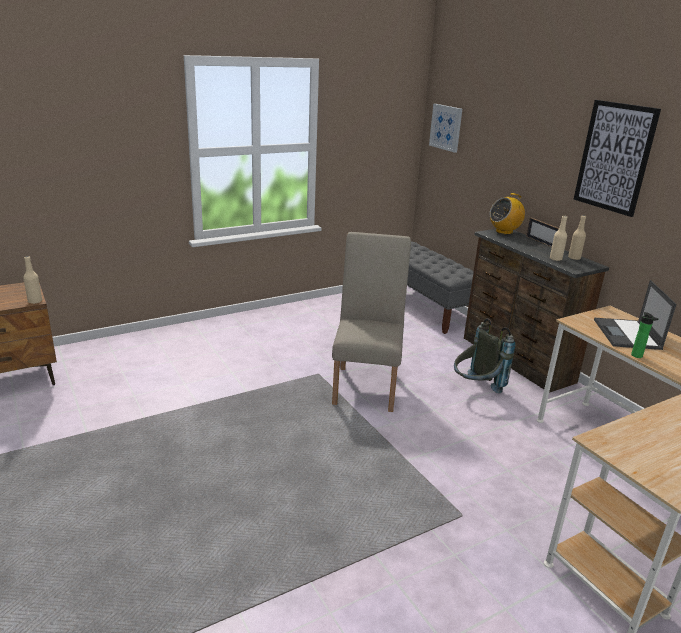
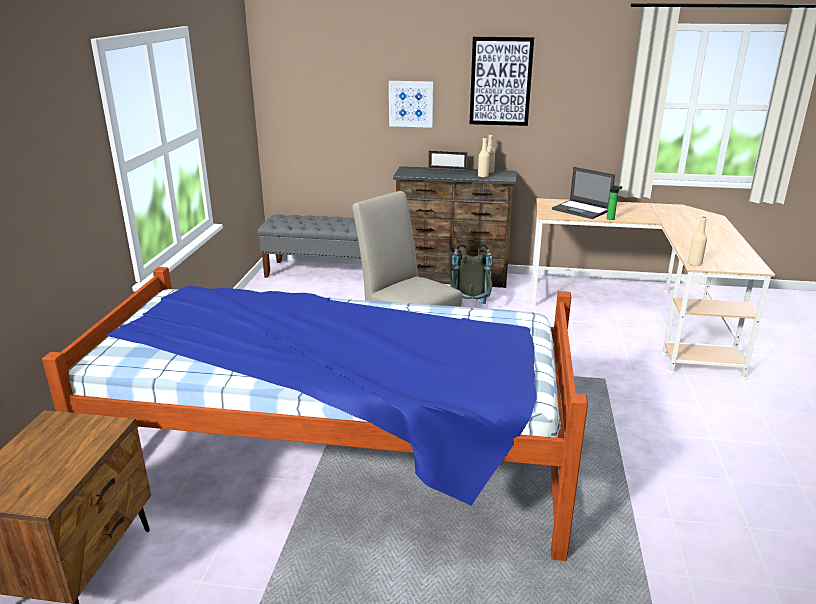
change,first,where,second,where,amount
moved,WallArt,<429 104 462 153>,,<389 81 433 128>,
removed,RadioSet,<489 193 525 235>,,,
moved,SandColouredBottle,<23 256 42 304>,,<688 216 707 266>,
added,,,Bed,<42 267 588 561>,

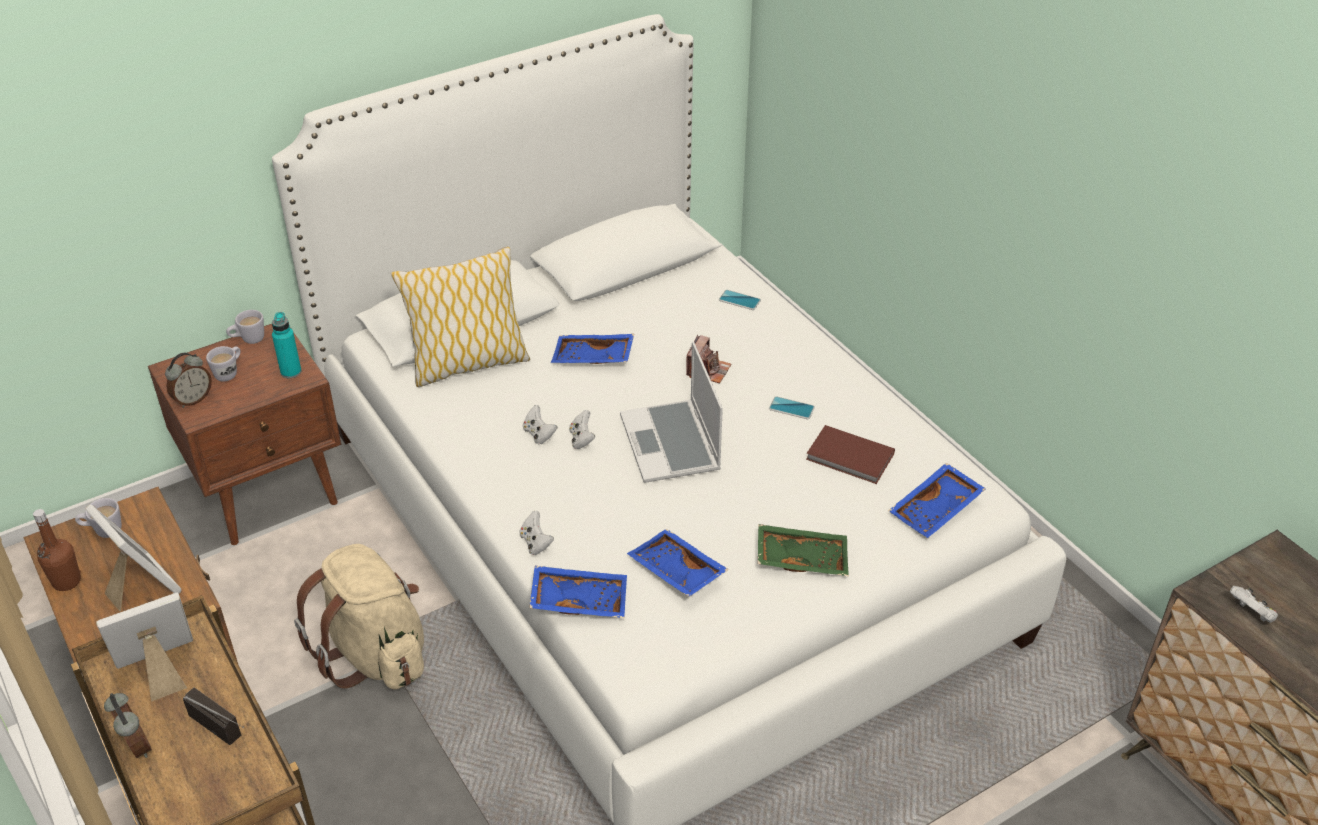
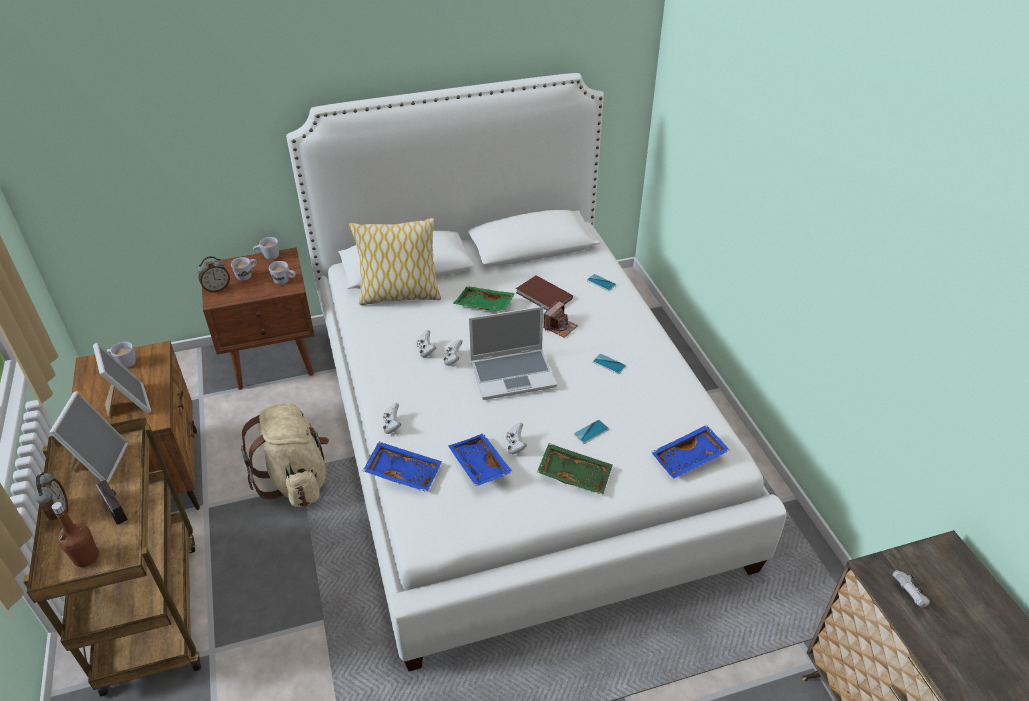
change,first,where,second,where,amount
replaced,TurquoiseBottle,<272 312 302 378>,WhiteColouredTeaMug,<269 261 296 285>,
recoloured,BluishServingTray,<551 334 634 364>,GreenishServingTray,<453 286 516 311>,
turned,NotebookComputer,<620 342 723 483>,,<469 306 557 400>,105 degrees counterclockwise
moved,BrownColouredVolume,<806 425 895 484>,,<516 275 573 310>,
moved,BrownColouredBottle,<33 509 81 591>,,<52 502 99 567>,
turned,PictureFrame,<96 593 193 702>,,<49 391 129 483>,105 degrees clockwise
added,,,Telephone,<574 420 609 444>,
added,,,WhiteColouredGamepad,<506 422 527 454>,

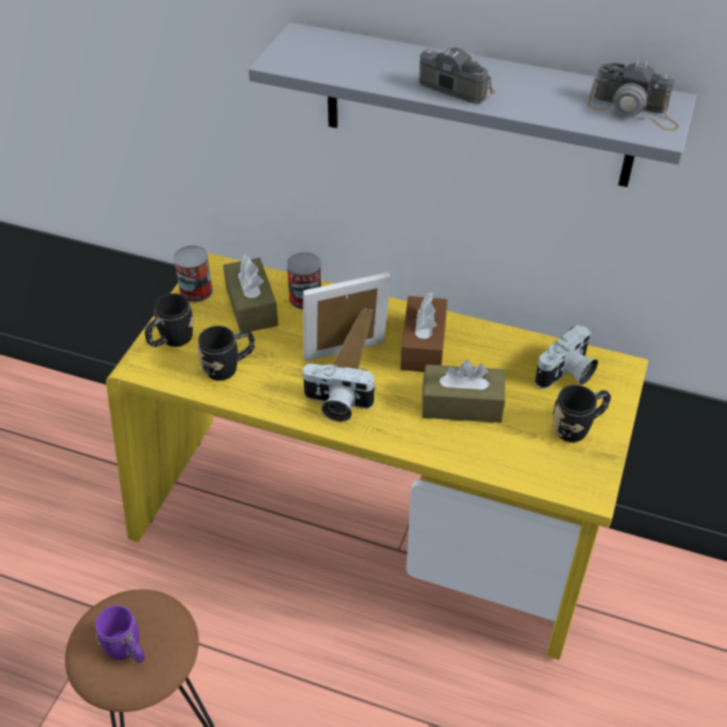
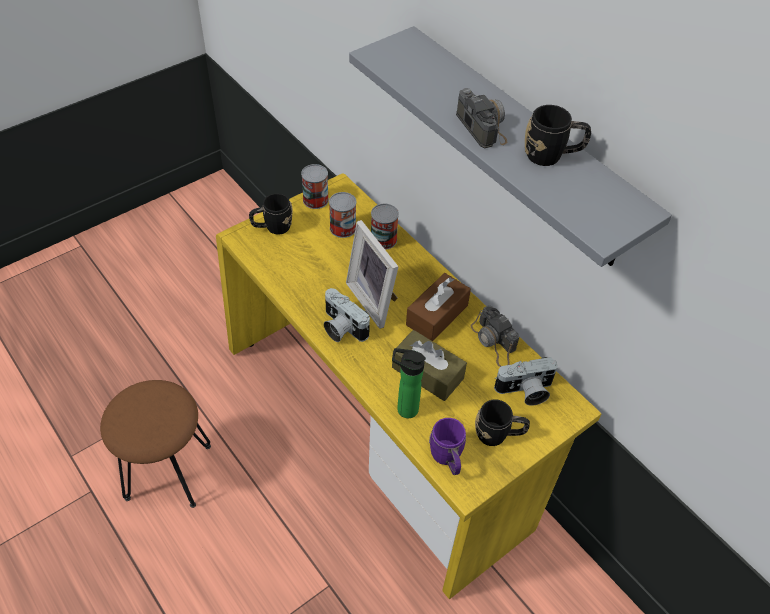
change,first,where,second,where,amount
moved,StillCamera,<587 60 679 131>,,<471 305 519 367>,
replaced,BrownColouredBoxOfTissues,<223 254 278 332>,MetalCan,<329 192 356 238>,
turned,PictureFrame,<303 272 391 369>,,<346 220 399 329>,135 degrees counterclockwise
moved,BlackTeaMug,<197 326 255 381>,,<525 105 591 166>,
moved,PurpleTeaMug,<95 605 145 663>,,<429 418 466 475>,
added,,,Bottle,<392 348 426 418>,

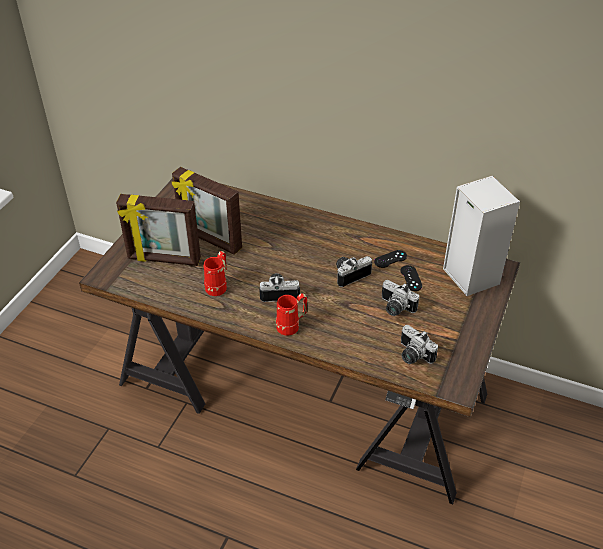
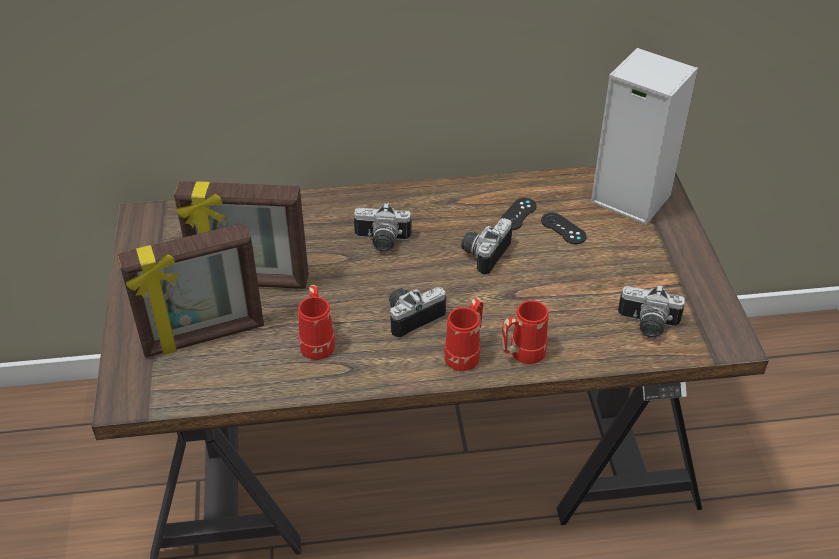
change,first,where,second,where,amount
moved,StillCamera,<382 280 419 316>,,<354 202 411 252>,
added,,,ReddishTeaMug,<501 300 549 364>,

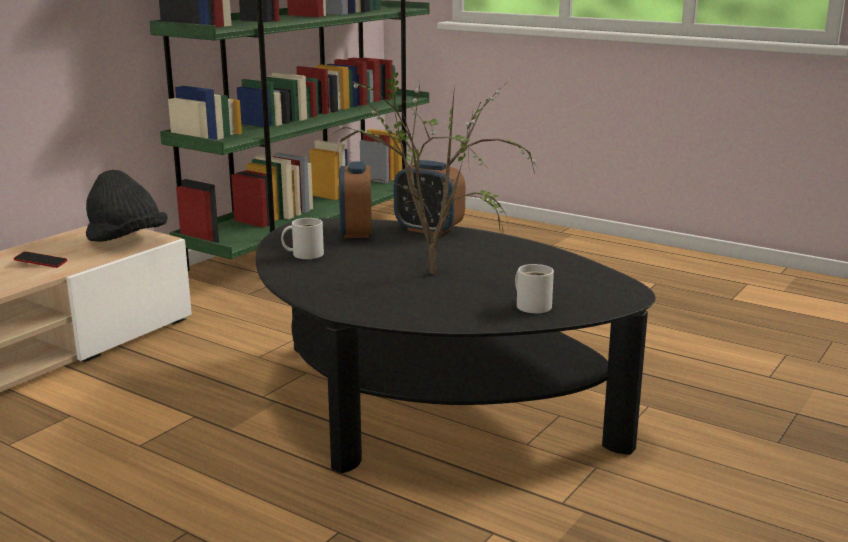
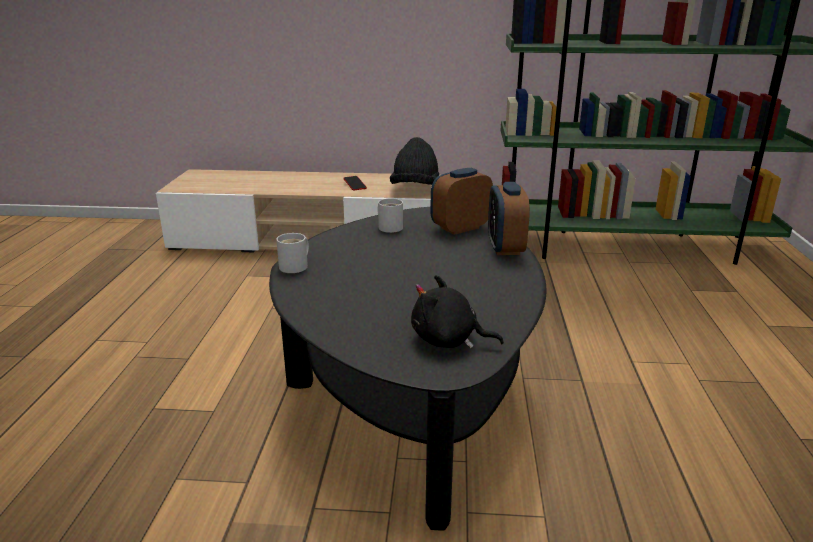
change,first,where,second,where,amount
removed,Houseplant,<332 60 536 275>,,,
moved,WhiteColouredTeaMug,<515 264 554 313>,,<276 233 309 273>,
added,,,BlackPlushToy,<411 275 504 349>,

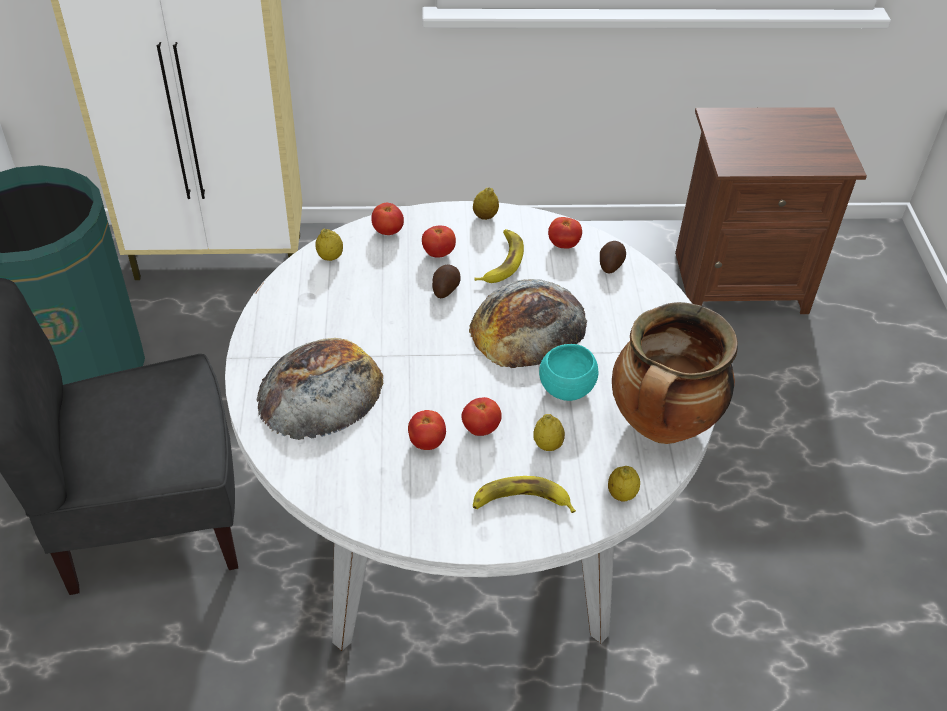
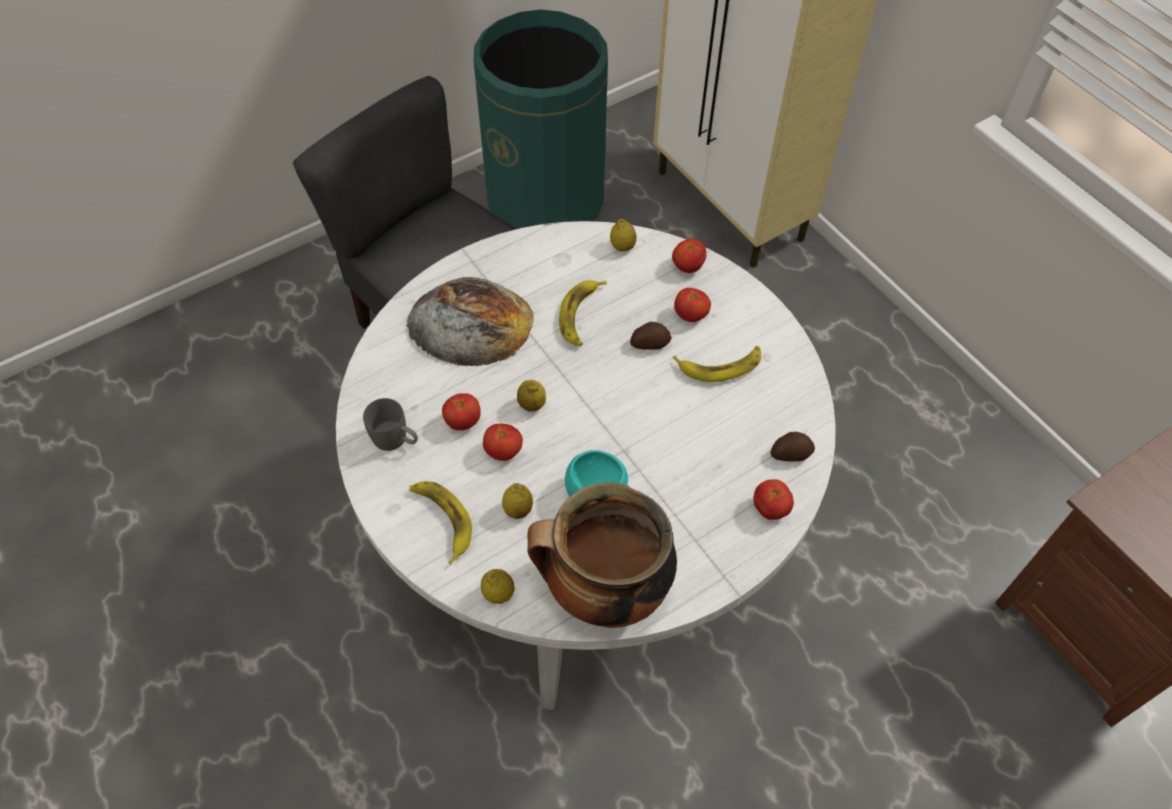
change,first,where,second,where,amount
moved,Lemon,<473 187 499 220>,,<517 380 546 411>,
moved,FreshTomato,<548 217 582 248>,,<753 479 794 520>,
removed,Bread,<469 279 587 368>,,,
added,,,BananaFruit,<559 280 607 347>,
added,,,GreyTeaMug,<363 398 418 451>,

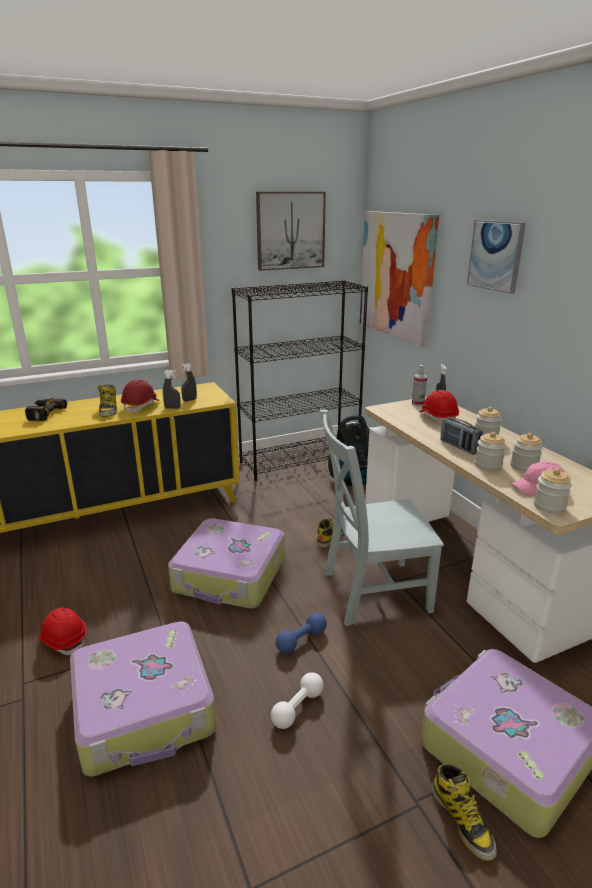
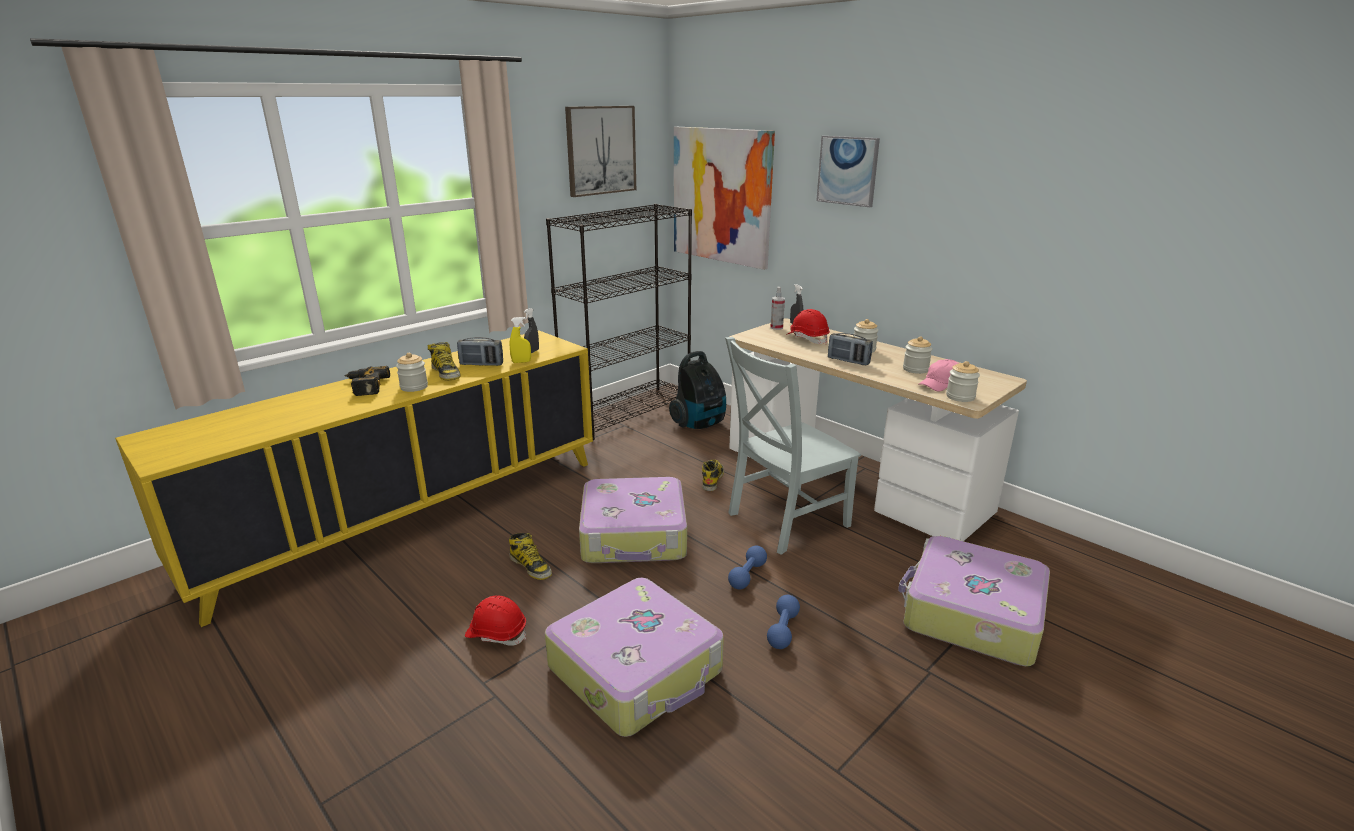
change,first,where,second,where,amount
recoloured,GreyHandSprayer,<163 370 181 409>,YellowColouredHandSprayer,<510 317 531 363>,
replaced,ReddishWorkHelmet,<121 379 160 414>,RadioSet,<457 337 503 366>,
moved,Jar,<475 432 506 471>,,<396 353 428 392>,
recoloured,WhiteColouredDumbbell,<271 672 324 729>,BluishDumbbell,<767 595 800 649>,
moved,Boot,<431 764 497 861>,,<509 533 552 580>,

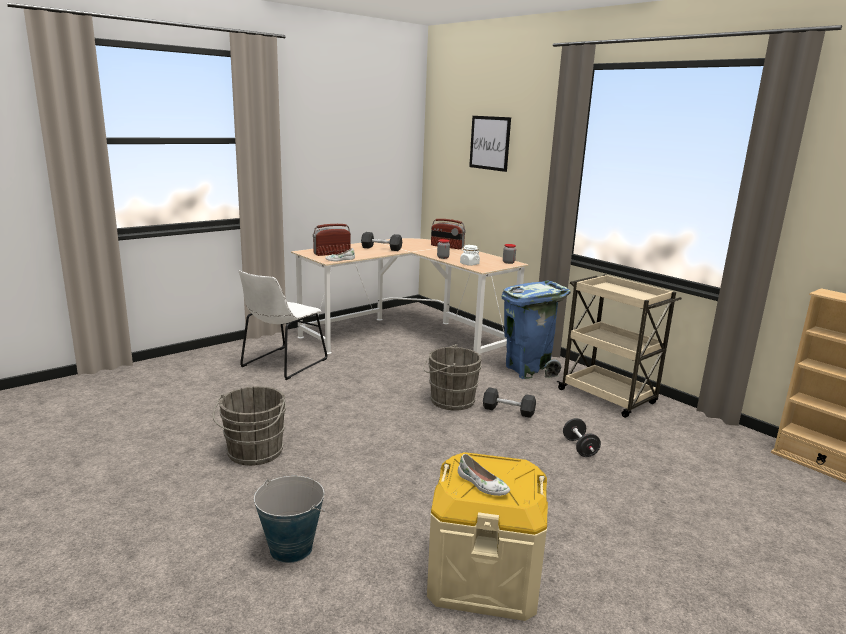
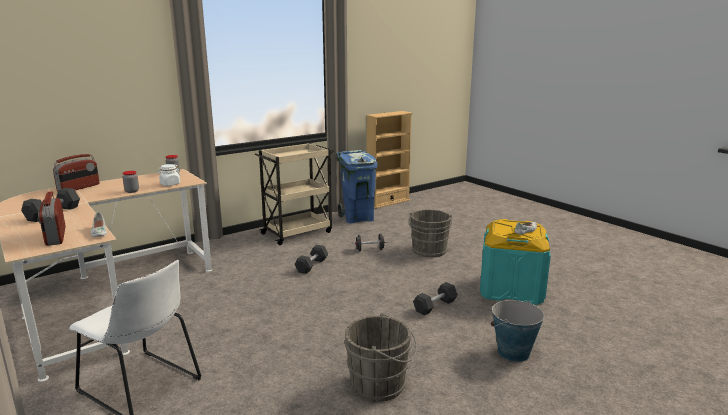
change,first,where,second,where,amount
removed,WallArt,<469 116 511 172>,,,
moved,BluishWasteBin,<502 280 571 379>,,<336 150 378 224>,
moved,GreyPail,<423 344 482 411>,,<409 210 453 258>,
recoloured,SandColouredStorageBin,<427 452 548 621>,TurquoiseStorageBin,<480 219 551 305>,
added,,,BlackDumbbell,<413 282 458 315>,

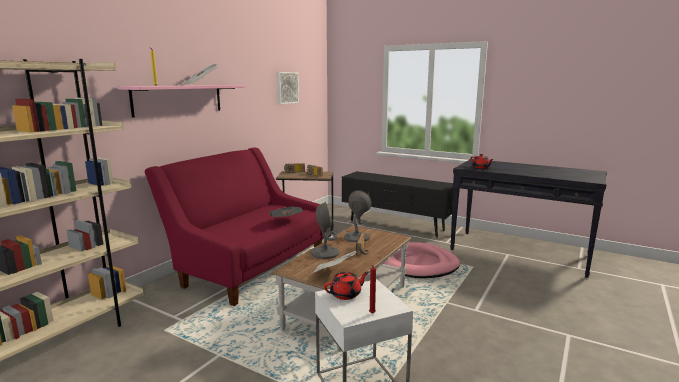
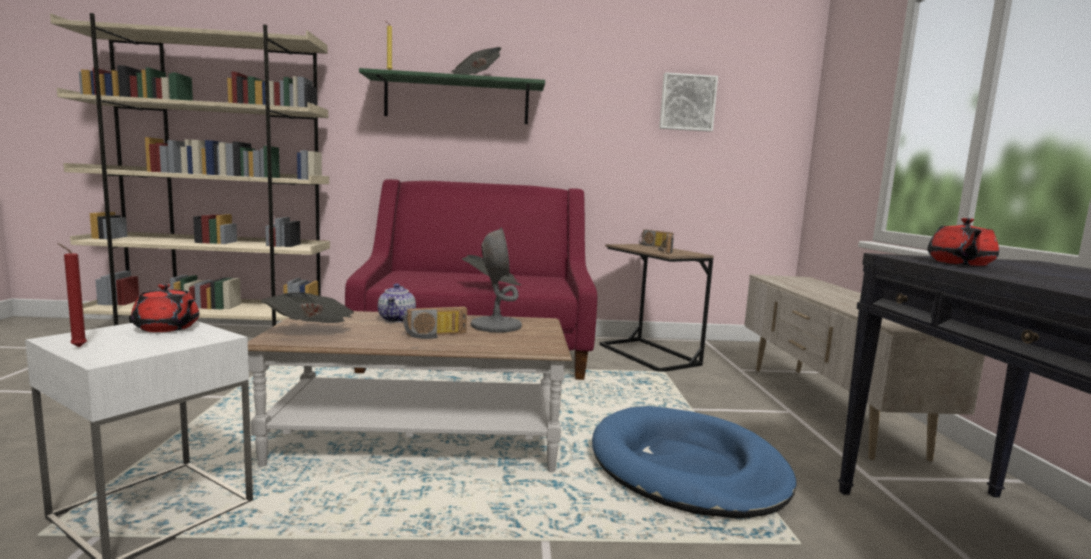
change,first,where,second,where,amount
recoloured,PinkColouredWallShelf,<117 85 246 117>,GreenishWallShelf,<359 68 545 124>,
recoloured,BlackTvUnit,<342 171 453 237>,SandColouredTvUnit,<744 275 985 461>,
replaced,GreyTableLamp,<311 202 339 259>,PotForTea,<378 284 416 323>,
recoloured,PinkColouredPetBed,<384 242 460 278>,BluishPetBed,<592 406 797 518>,

